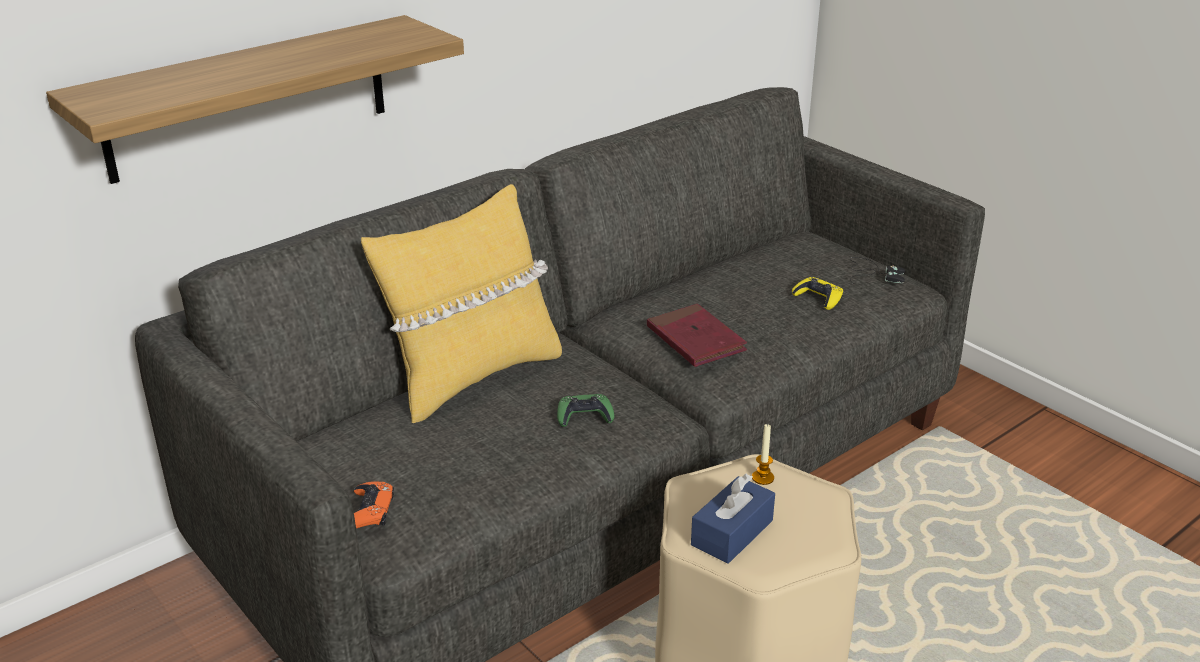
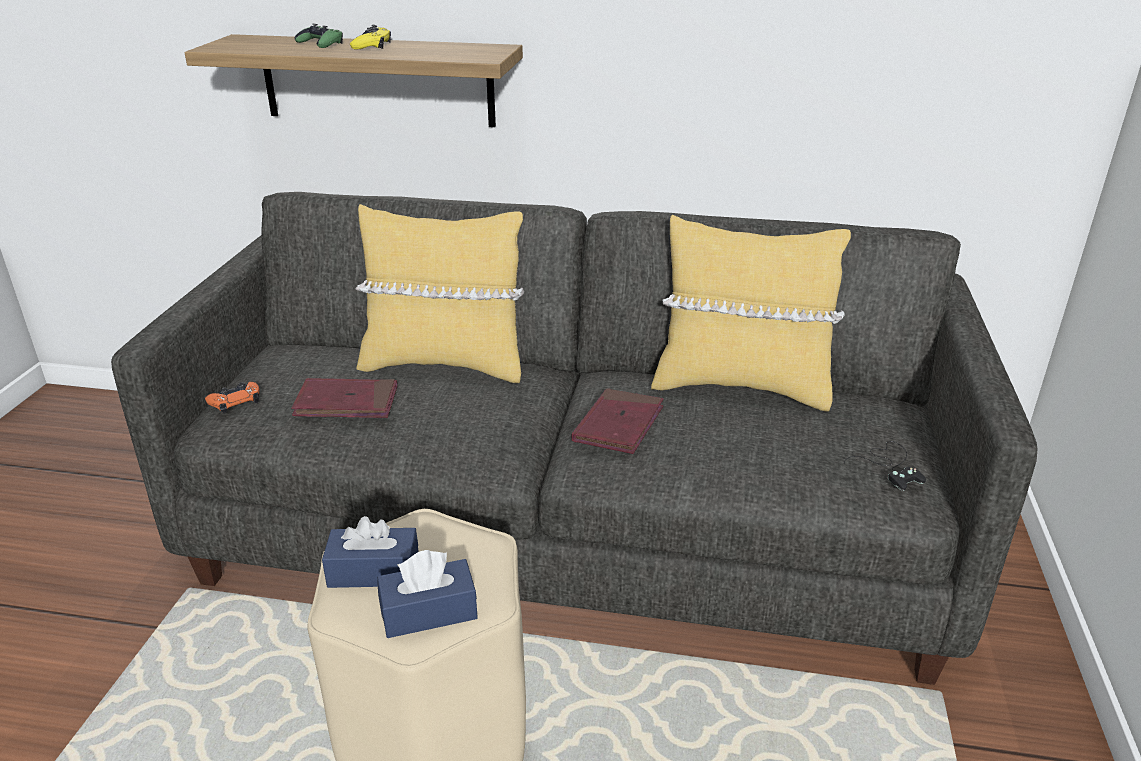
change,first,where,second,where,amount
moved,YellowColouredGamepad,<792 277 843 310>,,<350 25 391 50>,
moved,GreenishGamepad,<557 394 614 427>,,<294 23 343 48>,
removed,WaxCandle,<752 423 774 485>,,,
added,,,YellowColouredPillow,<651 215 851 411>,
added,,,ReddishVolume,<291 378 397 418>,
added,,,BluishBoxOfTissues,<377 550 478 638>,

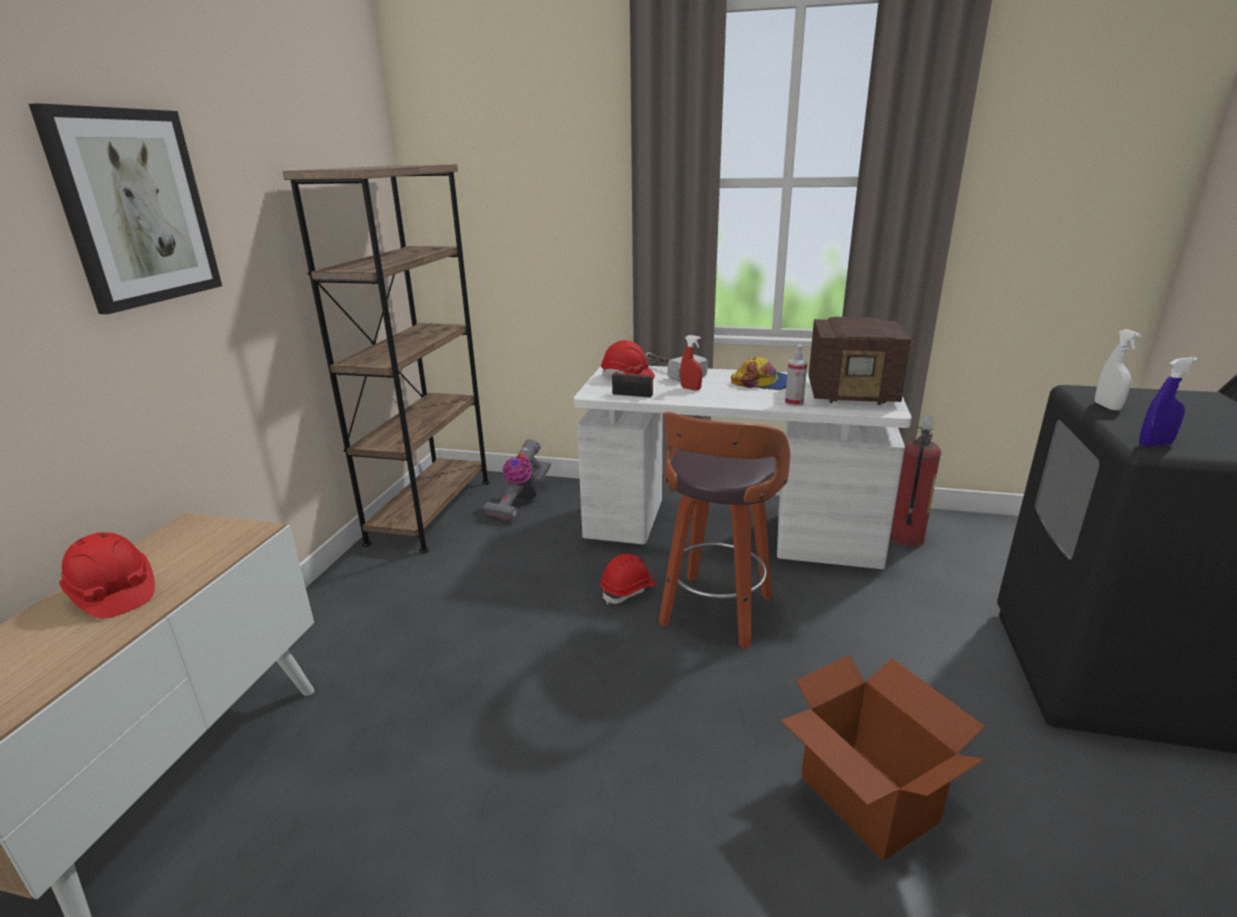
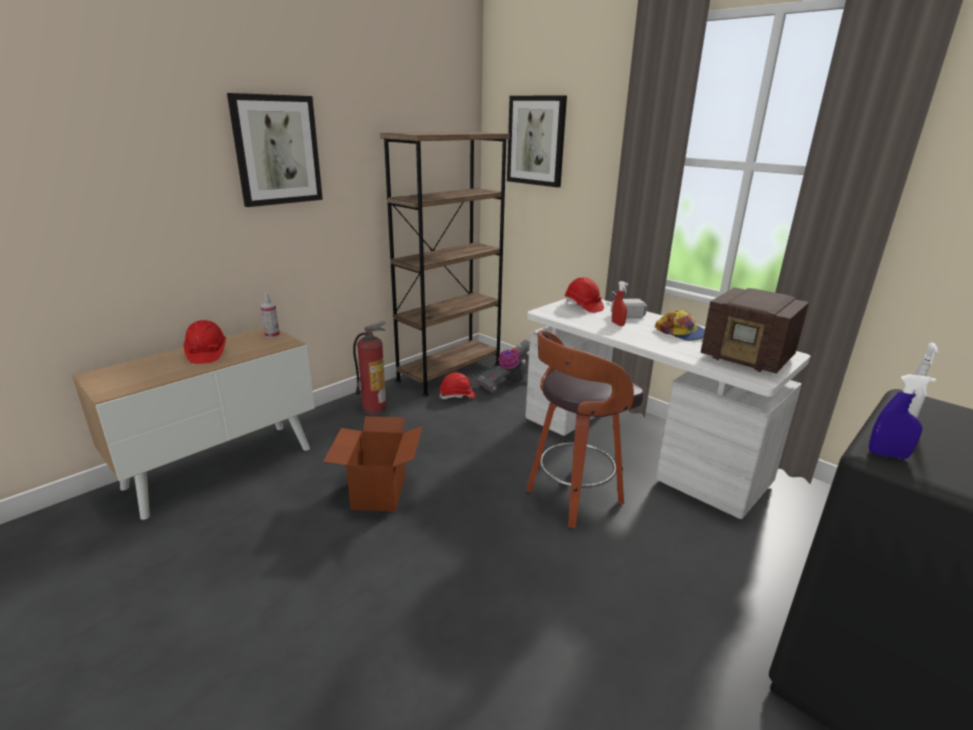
change,first,where,second,where,amount
moved,HandSprayer,<785 344 808 406>,,<260 292 280 338>,
removed,RadioSet,<612 361 657 397>,,,
moved,FireExtinguisher,<890 416 941 548>,,<353 321 387 414>,
moved,ReddishWorkHelmet,<600 554 657 604>,,<439 372 476 399>,
moved,CardboardBox,<781 655 985 861>,,<323 416 423 512>,
added,,,WallArt,<507 95 567 188>,

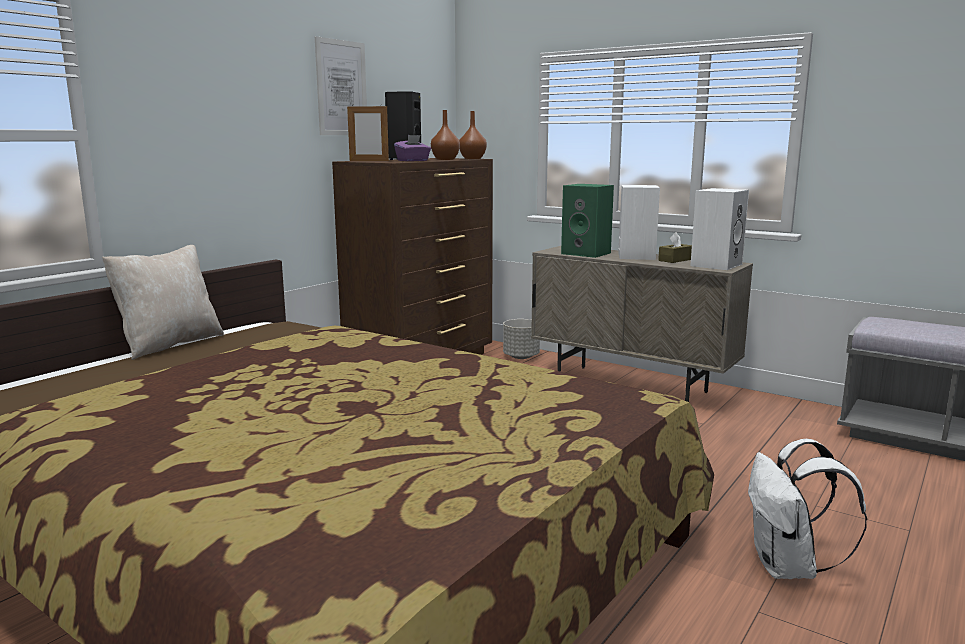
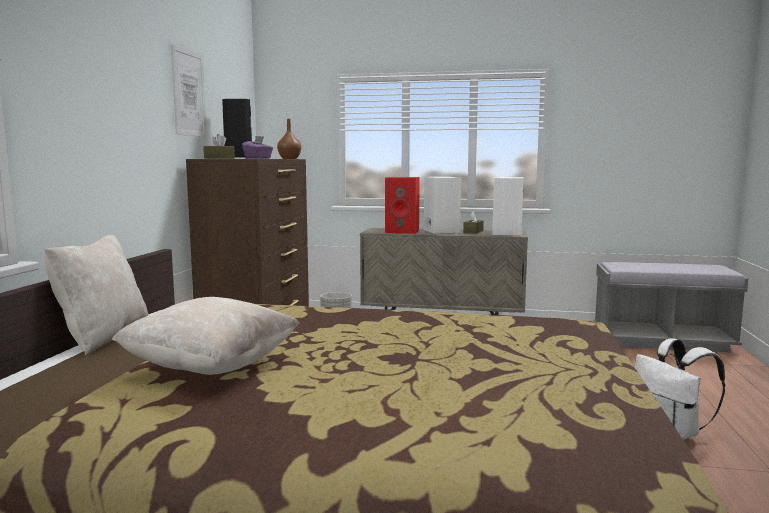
change,first,where,second,where,amount
replaced,PictureFrame,<347 104 389 161>,BrownColouredBoxOfTissues,<204 134 235 159>,
removed,BrownColouredVase,<431 110 460 160>,,,
recoloured,GreenishAudioSpeaker,<561 184 614 258>,ReddishAudioSpeaker,<385 177 420 234>,
added,,,SandColouredPillow,<112 297 300 375>,

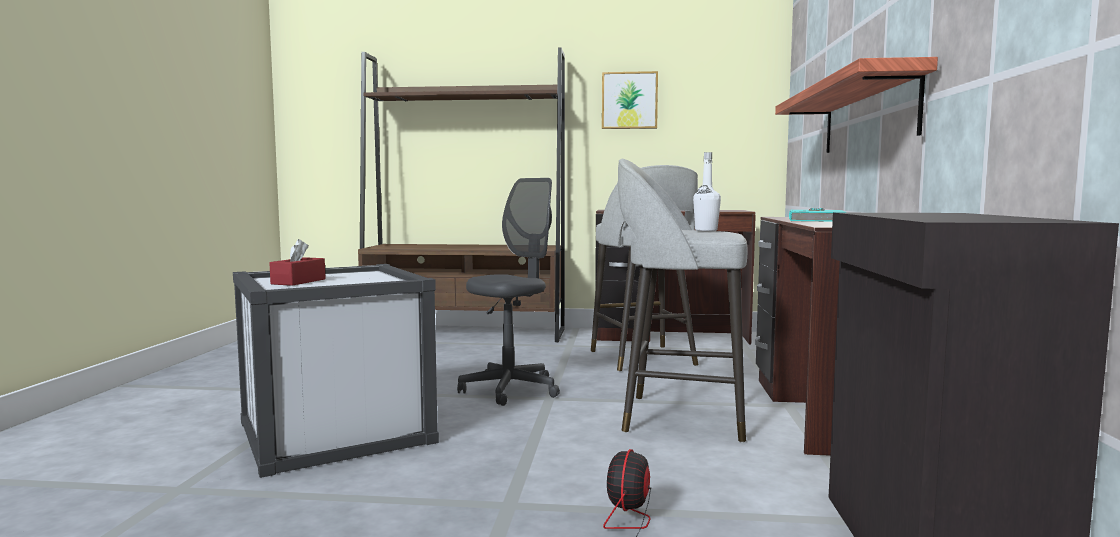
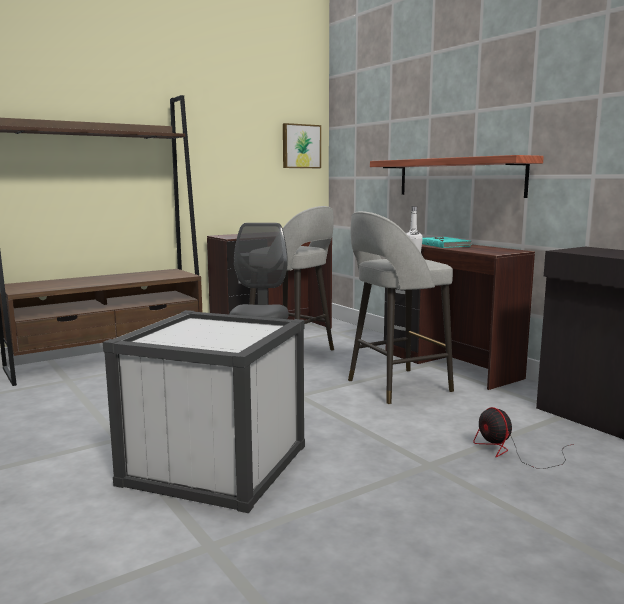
change,first,where,second,where,amount
moved,WallArt,<602 71 658 129>,,<283 123 321 168>,
removed,ReddishBoxOfTissues,<269 239 326 286>,,,

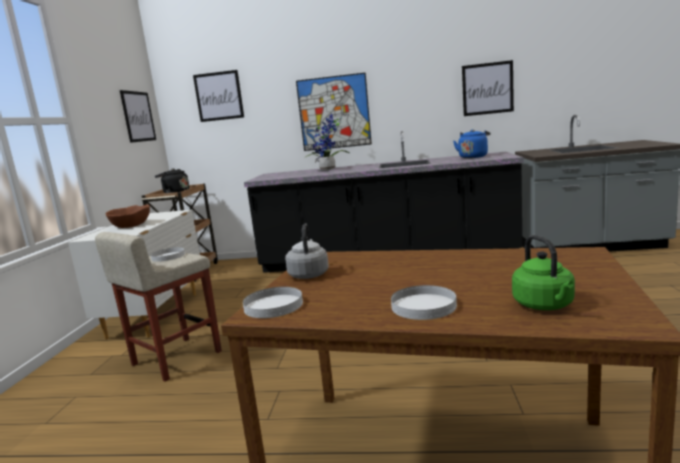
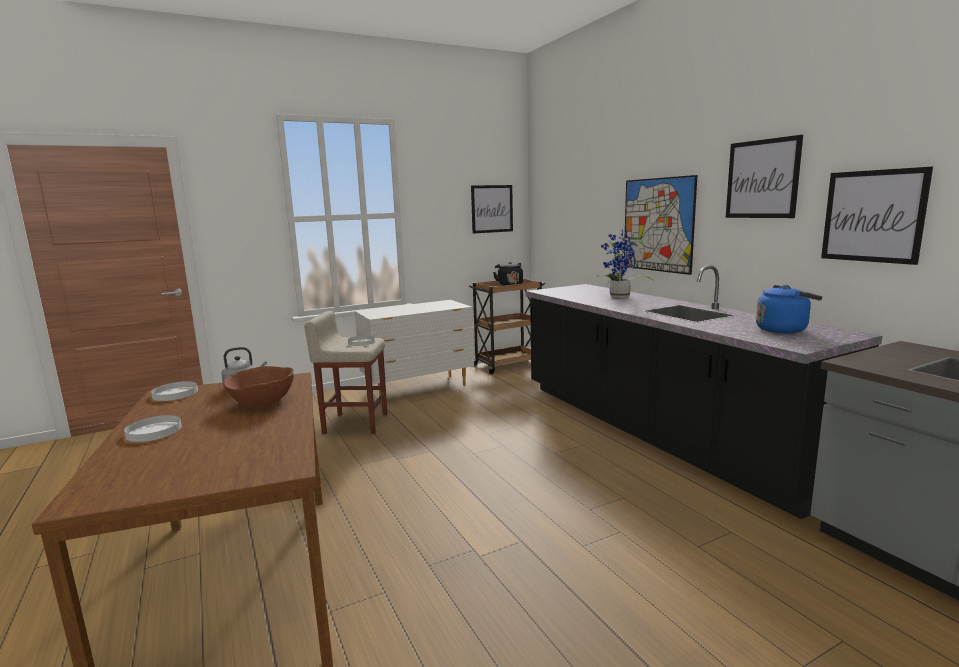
change,first,where,second,where,amount
moved,WallArt,<193 70 244 122>,,<726 135 803 218>,
moved,BrownColouredServingBowl,<105 204 150 228>,,<223 366 294 407>,
removed,GreenishKettle,<512 235 575 310>,,,

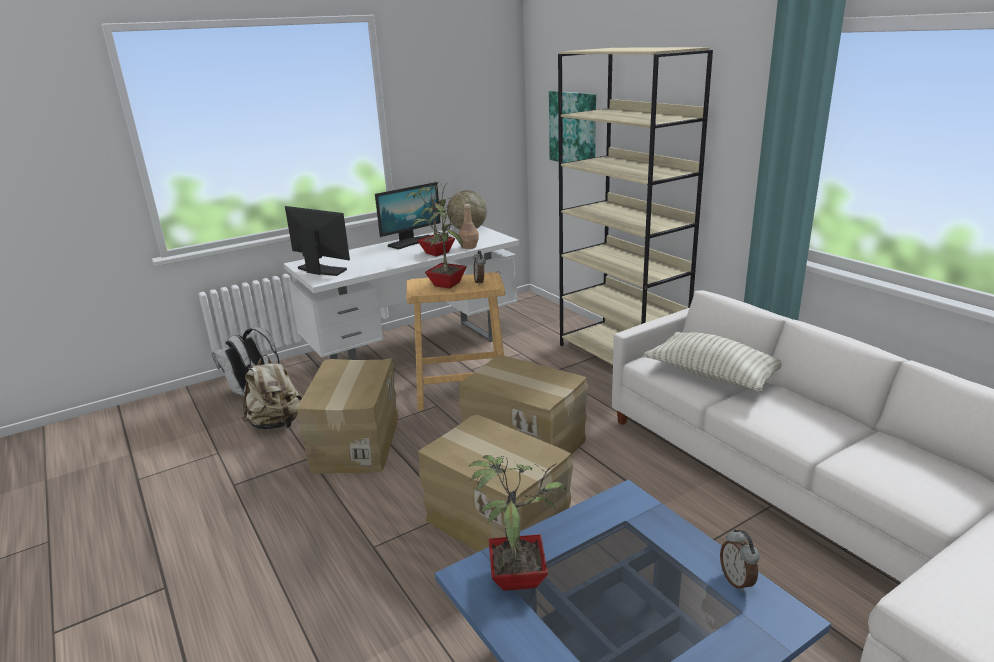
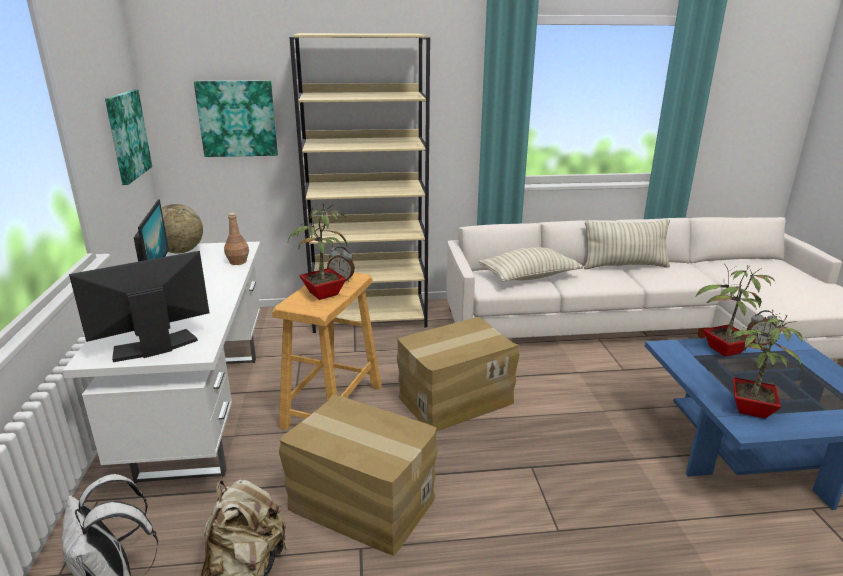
change,first,where,second,where,amount
moved,Houseplant,<404 181 455 256>,,<696 264 775 356>,
removed,CardboardBox,<418 414 573 552>,,,
added,,,WallArt,<105 90 152 185>,
added,,,Pillow,<584 219 670 269>,

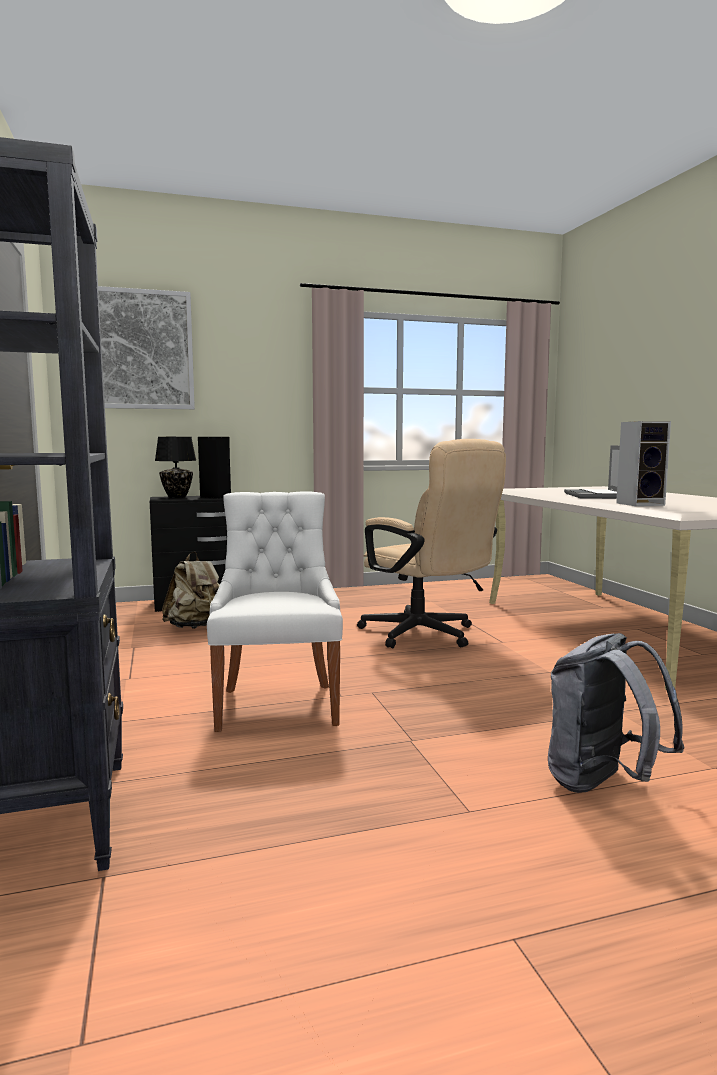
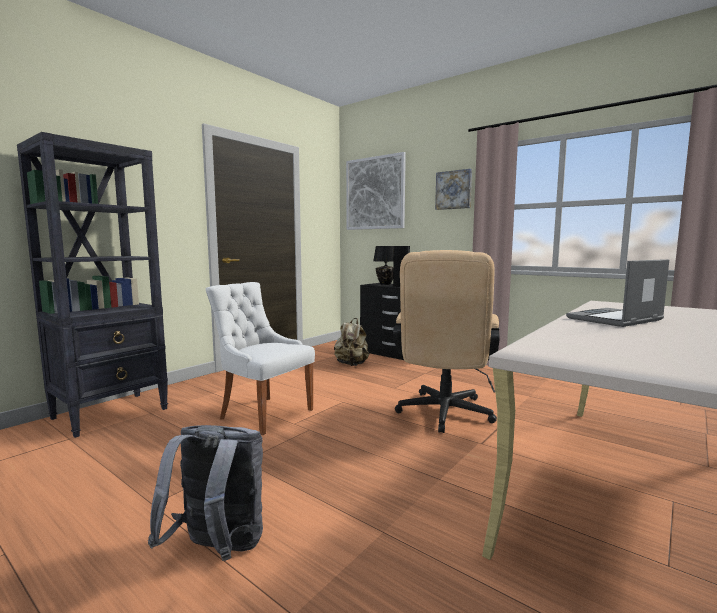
change,first,where,second,where,amount
removed,AudioSpeaker,<616 421 671 506>,,,
turned,WhiteColouredChair,<207 492 343 732>,,<206 282 315 435>,105 degrees counterclockwise
added,,,WallArt,<435 169 472 210>,

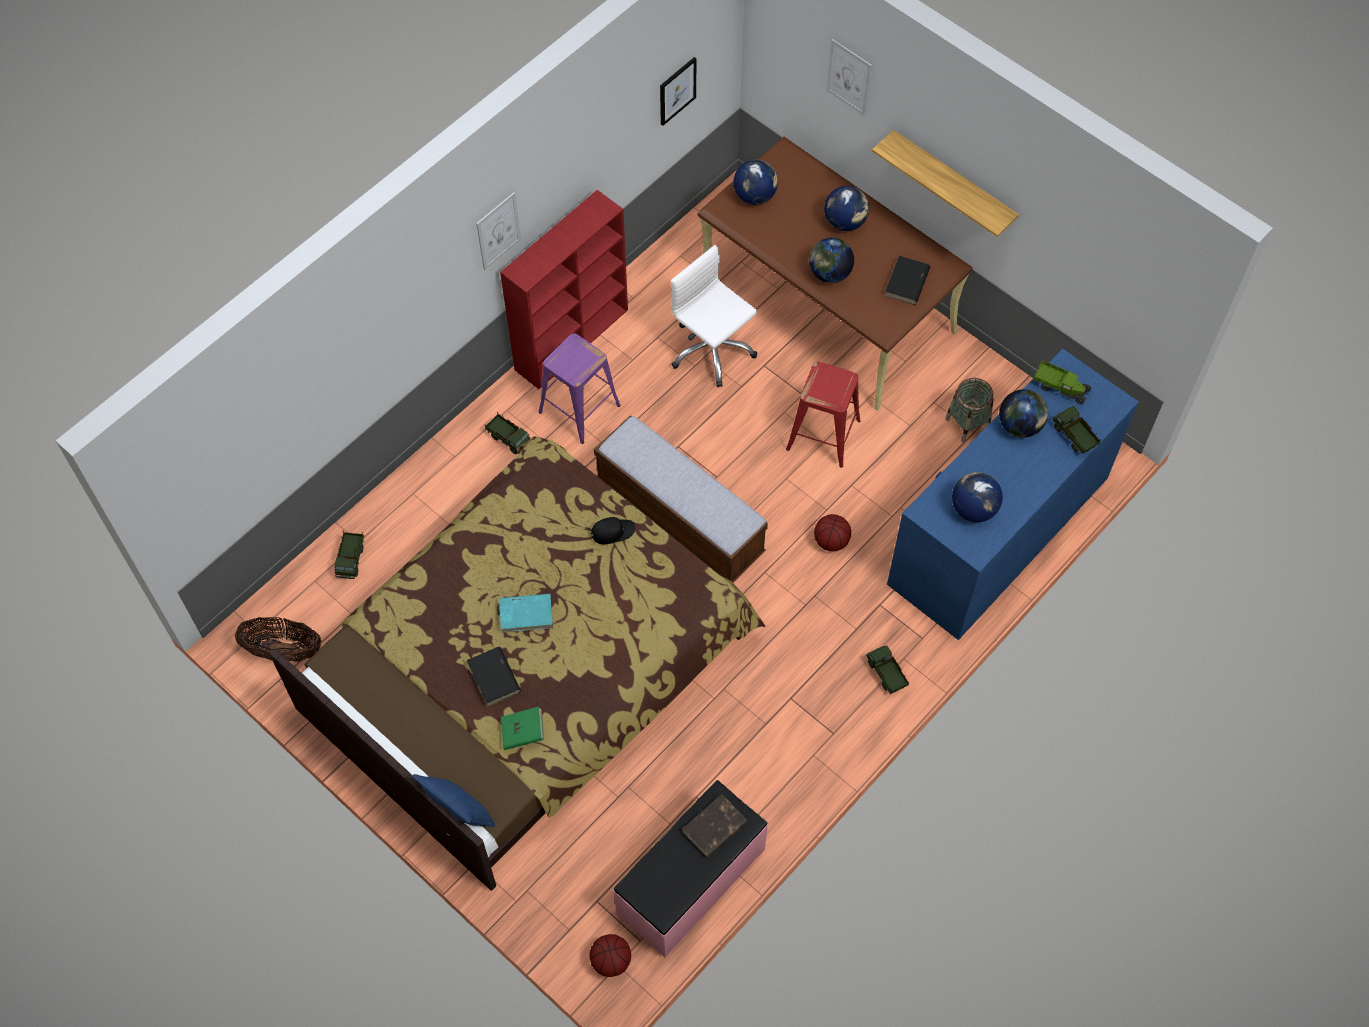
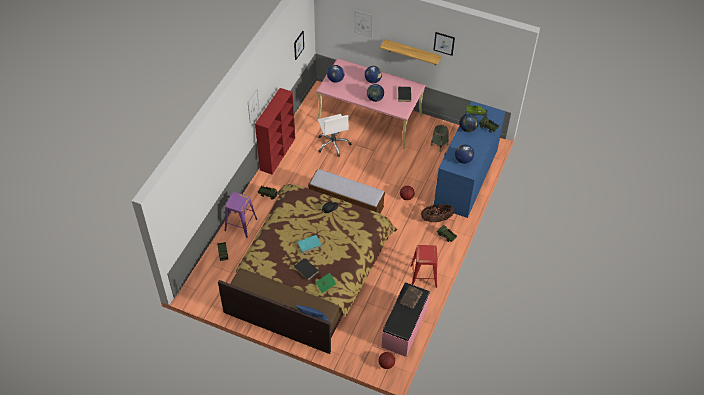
change,first,where,second,where,amount
recoloured,BrownColouredDeskUnit,<698 137 973 411>,PinkColouredDeskUnit,<316 58 426 149>,
turned,WhiteColouredOfficeChair,<671 245 757 387>,,<318 114 351 157>,135 degrees counterclockwise
moved,PurpleSittingStool,<539 334 621 444>,,<224 192 257 238>,
moved,ReddishSittingStool,<786 362 860 468>,,<411 245 438 288>,
moved,HouseholdBasket,<235 617 321 662>,,<421 204 454 222>,
added,,,WallArt,<434 32 455 56>,

